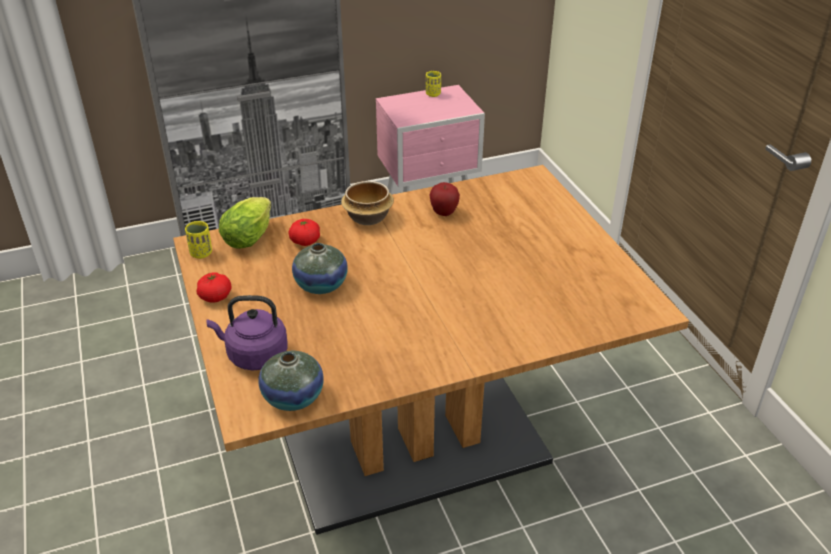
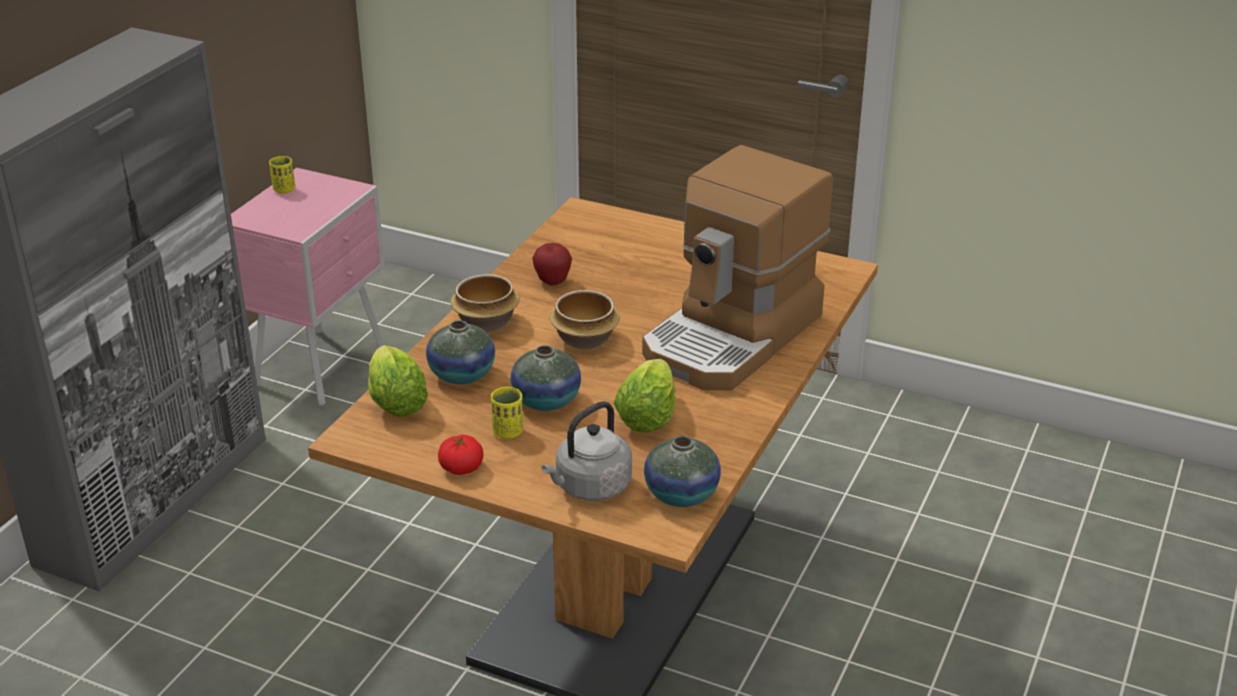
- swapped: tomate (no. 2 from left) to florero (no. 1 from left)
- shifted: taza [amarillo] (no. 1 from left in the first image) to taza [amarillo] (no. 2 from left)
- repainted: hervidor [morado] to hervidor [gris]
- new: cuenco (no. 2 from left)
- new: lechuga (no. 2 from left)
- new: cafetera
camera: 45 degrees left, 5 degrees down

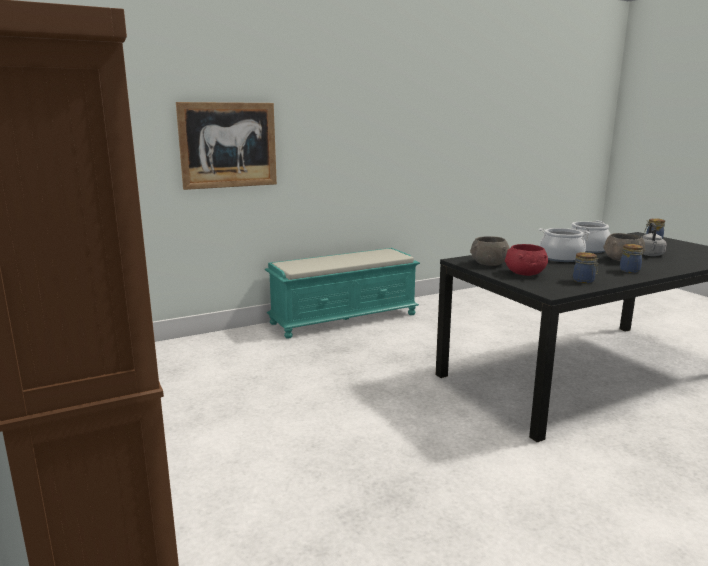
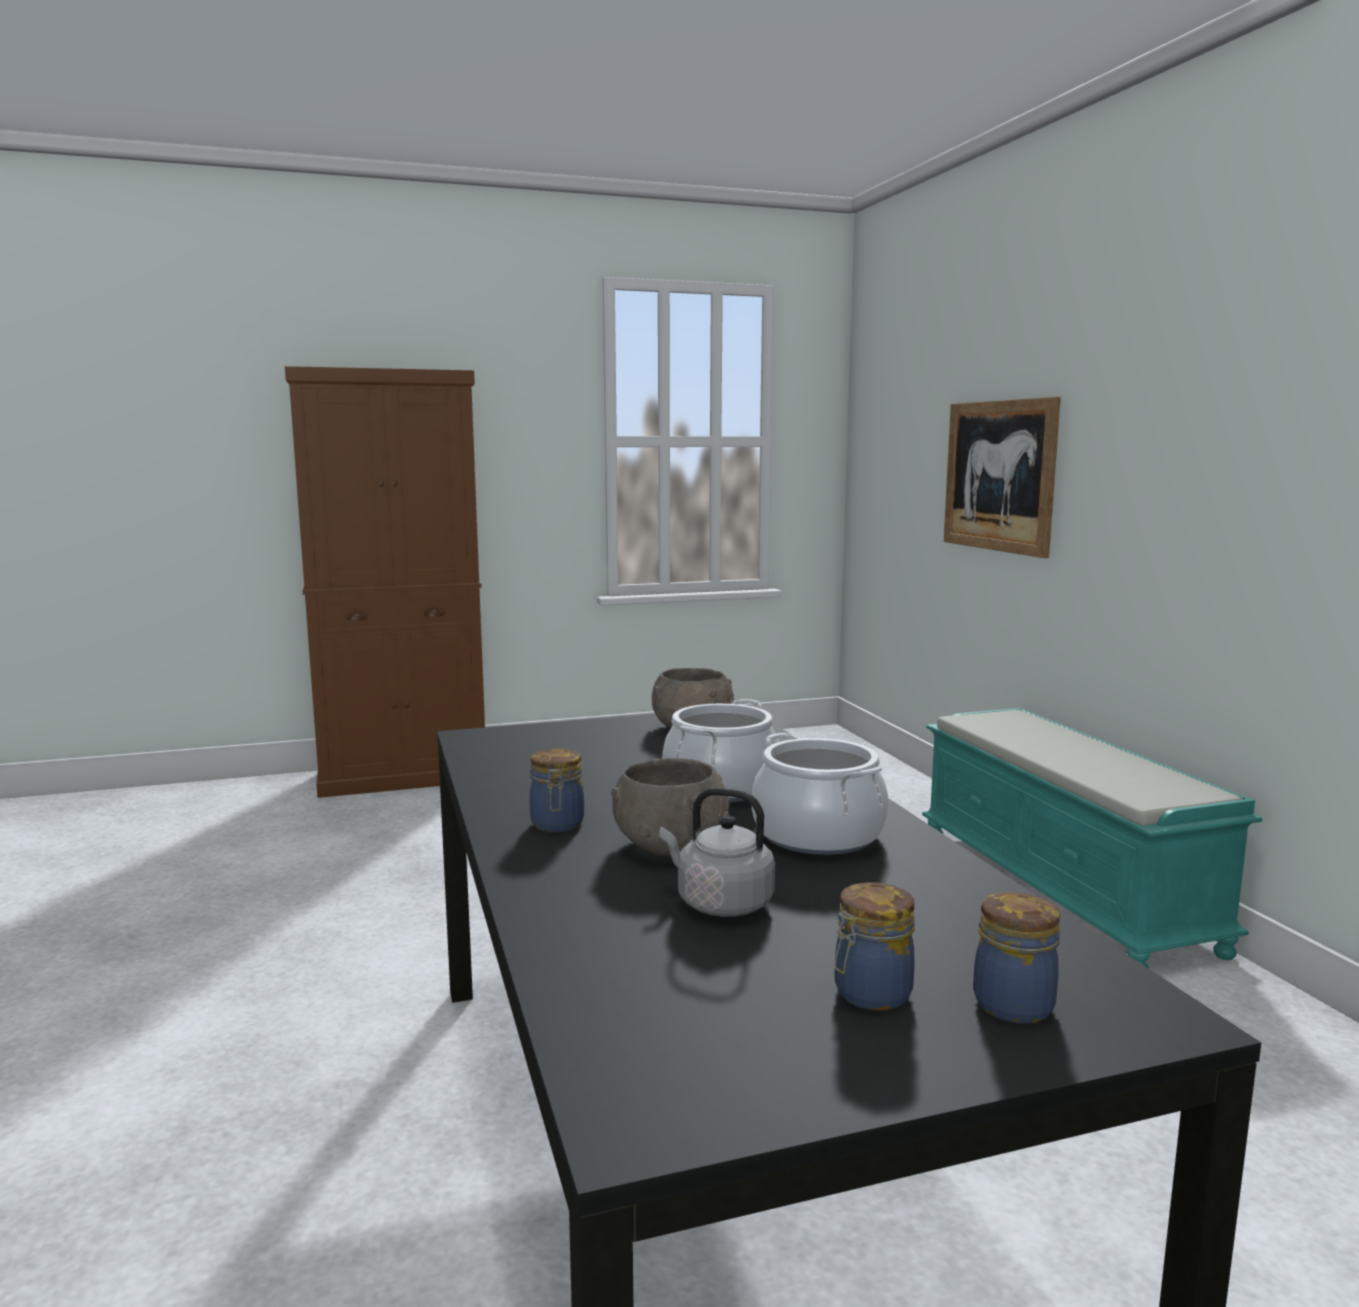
- shifted: tarro (no. 1 from left in the first image) to tarro (no. 2 from left)
- gone: cuenco [rojo]
camera: 100 degrees right, 5 degrees down

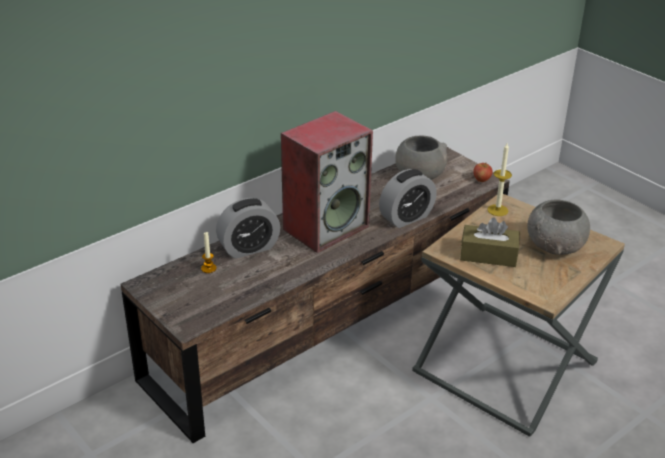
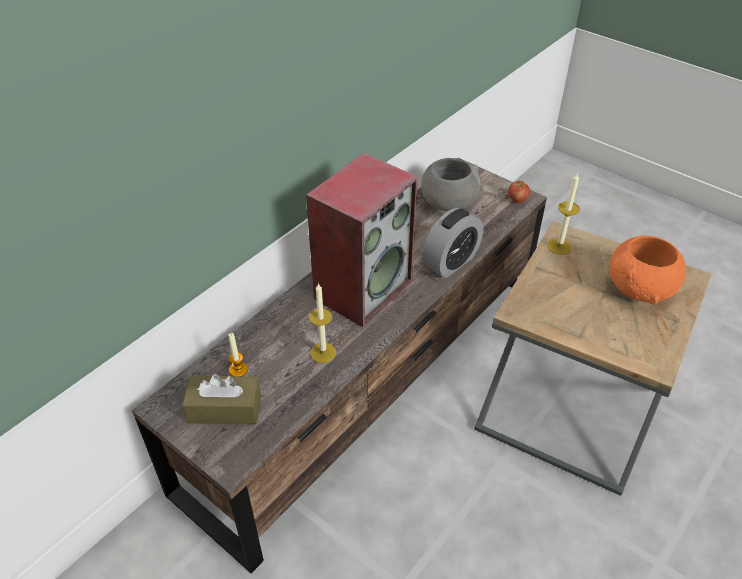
- shifted: caja de pañuelos [marrón]
- new: vela (no. 2 from left)
- repainted: cuenco [gris] (no. 2 from left) to cuenco [naranja]
- gone: despertador (no. 1 from left)
camera: 10 degrees left, 10 degrees up

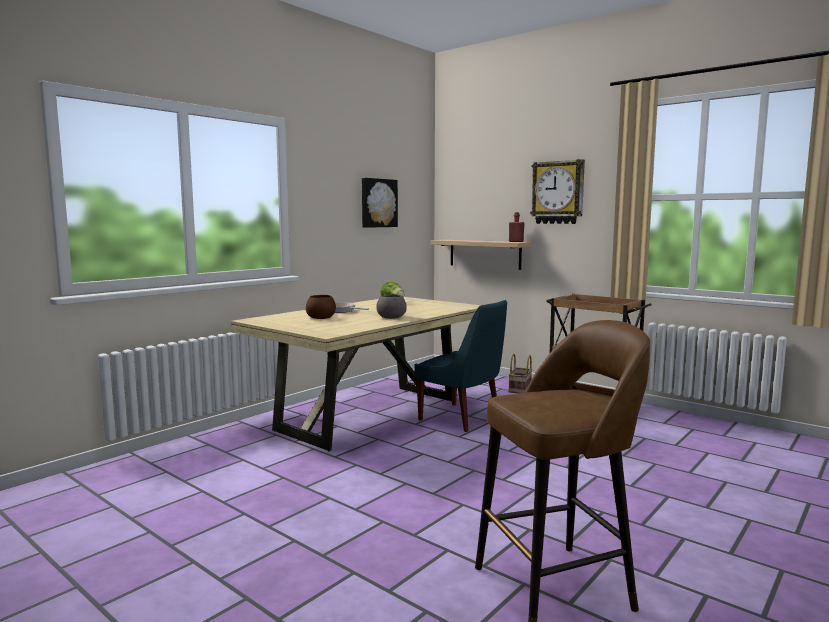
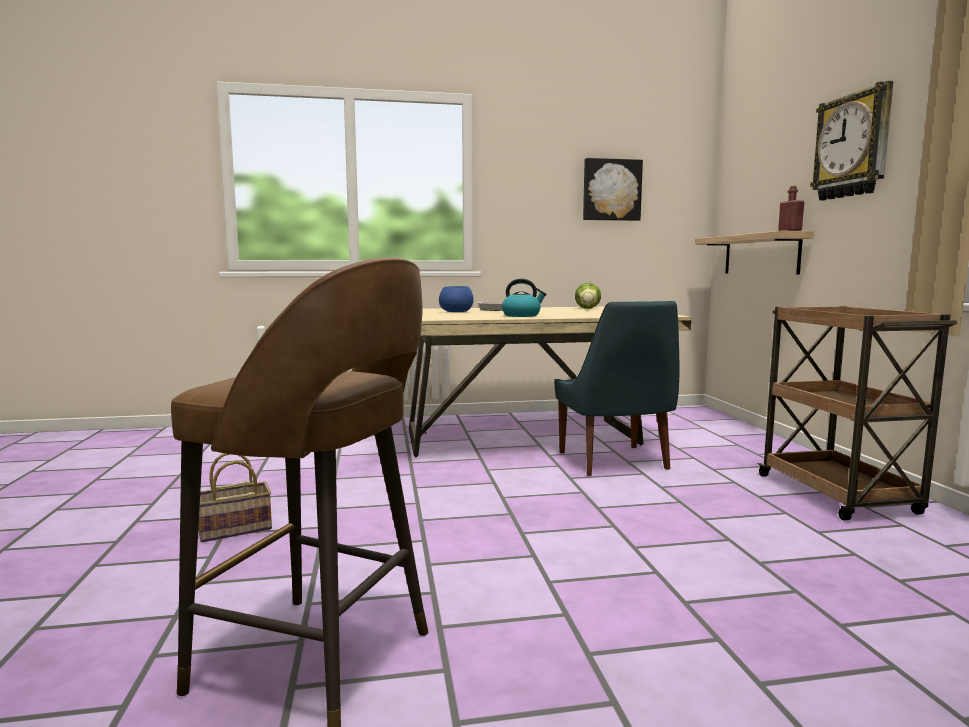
- shifted: cesta
- repainted: cuenco [marrón] to cuenco [azul]
- swapped: cuenco [gris] to hervidor
camera: 40 degrees right, 0 degrees up

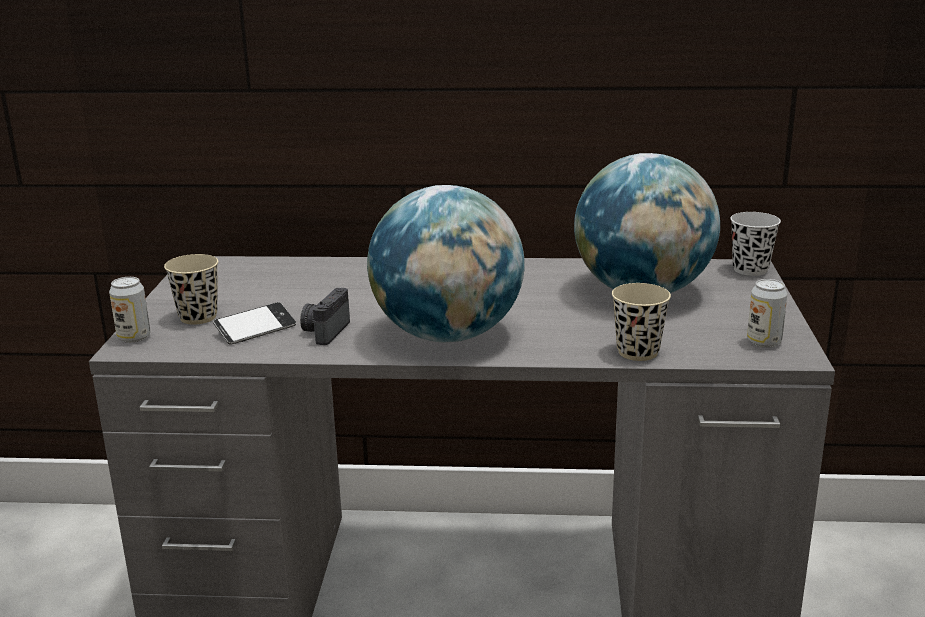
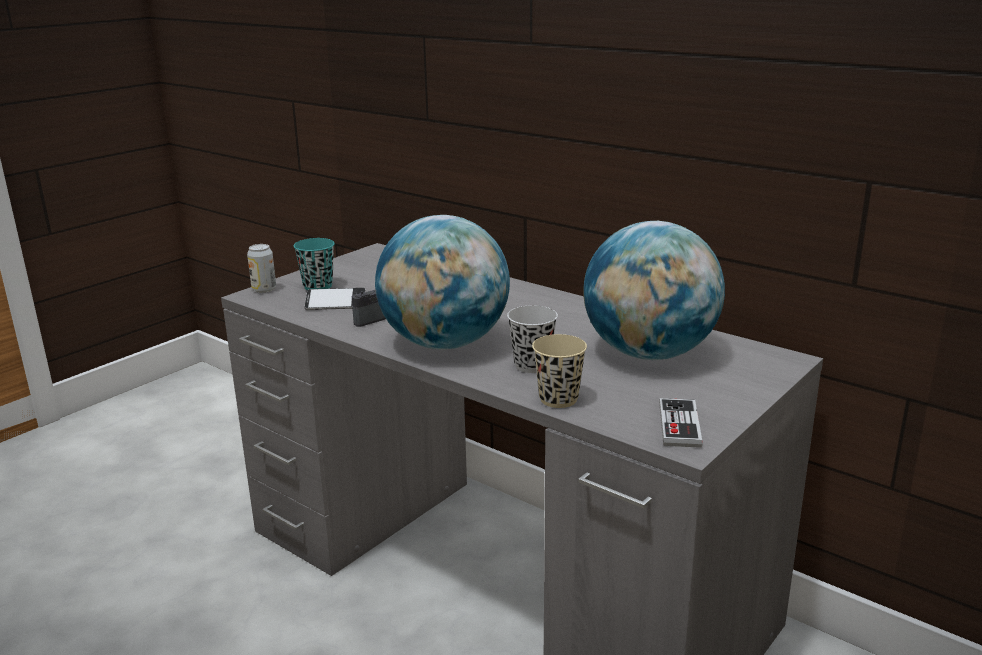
- repainted: taza [beis] (no. 1 from left) to taza [turquesa]
- shifted: taza [negro]
- swapped: lata (no. 2 from left) to mando de consola
camera: 35 degrees right, 0 degrees up

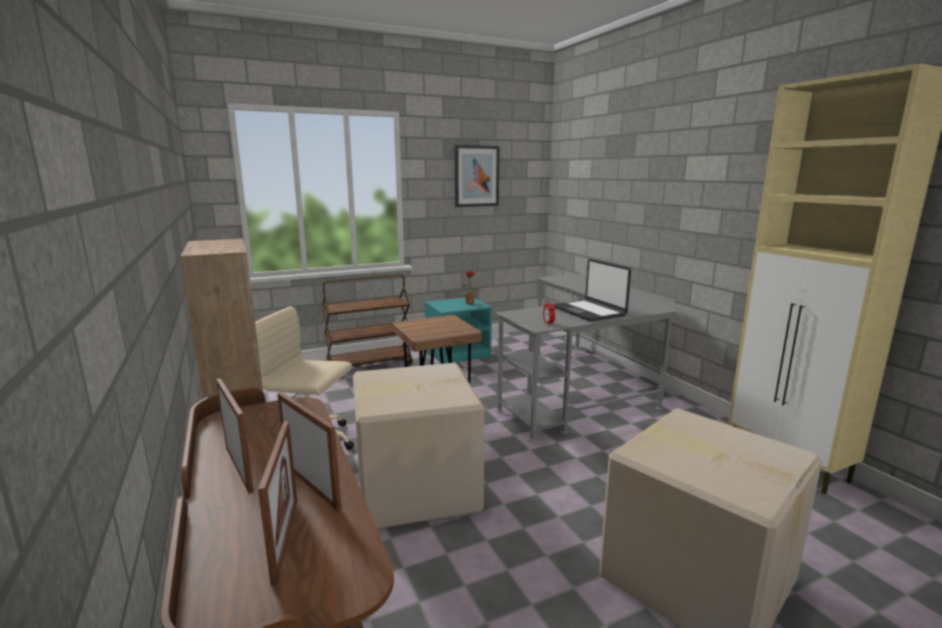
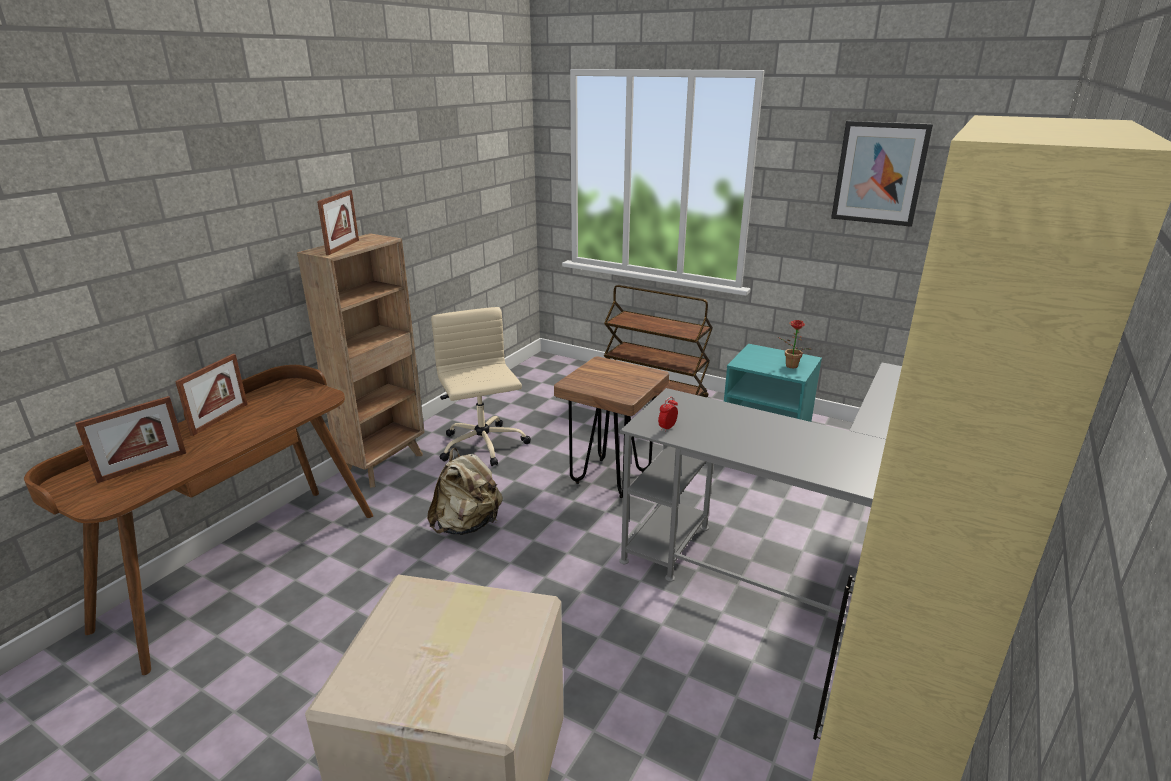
- shifted: portarretratos (no. 3 from left)
- swapped: caja de cartón (no. 1 from left) to mochila [beis]
- gone: portátil
camera: 55 degrees right, 10 degrees up

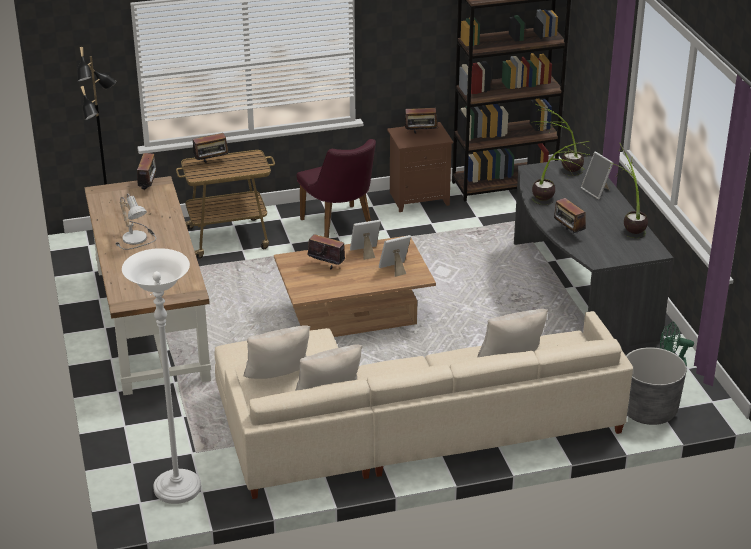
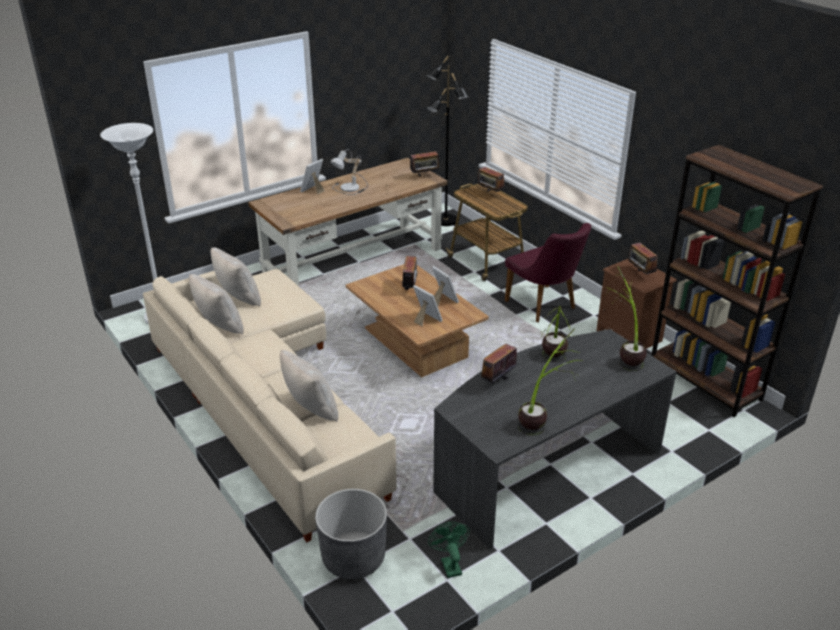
- shifted: portarretratos (no. 3 from left in the first image) to portarretratos (no. 1 from left)
- rotated: silla [morado] 75 degrees counterclockwise
camera: 70 degrees right, 0 degrees up

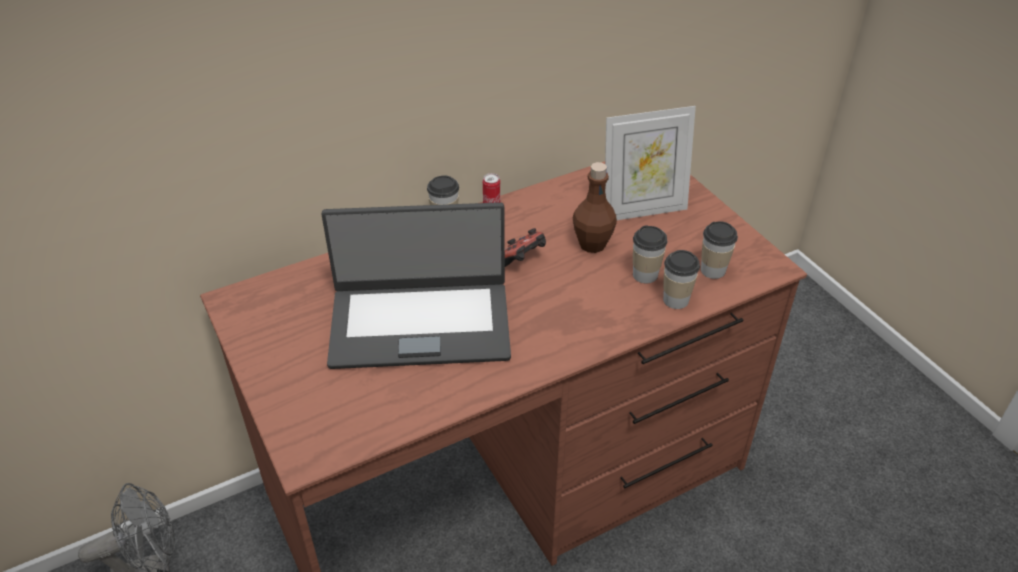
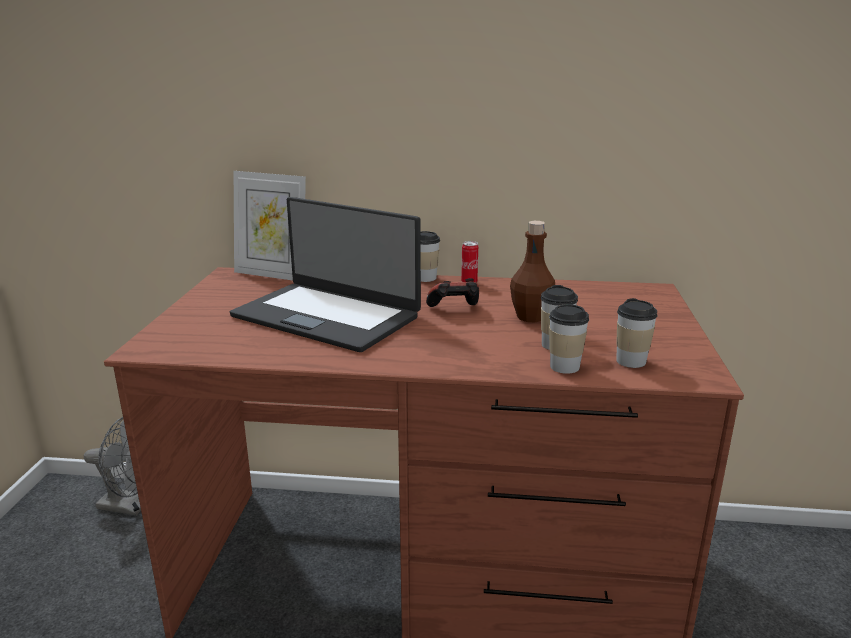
- shifted: portarretratos
camera: 35 degrees right, 20 degrees down

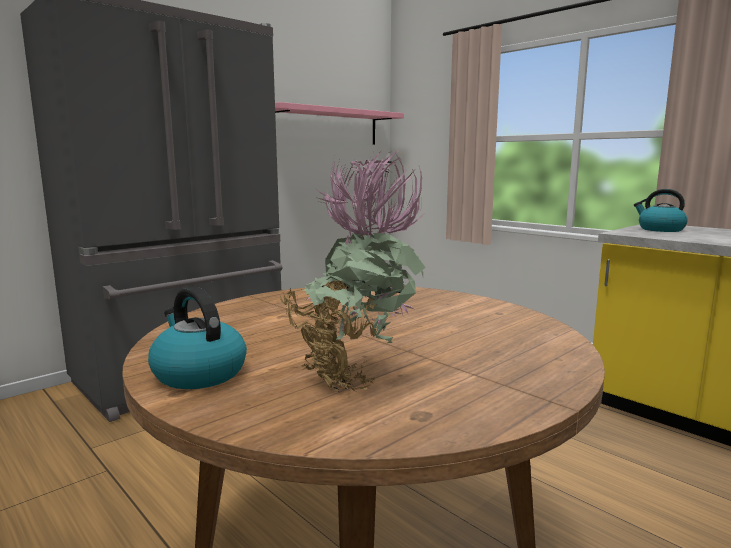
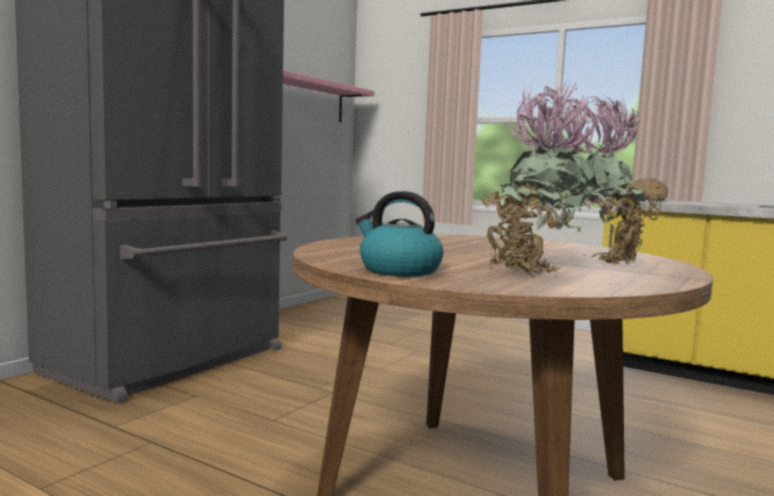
- new: planta en maceta (no. 2 from left)
- swapped: hervidor (no. 2 from left) to pan
camera: 15 degrees left, 5 degrees down

